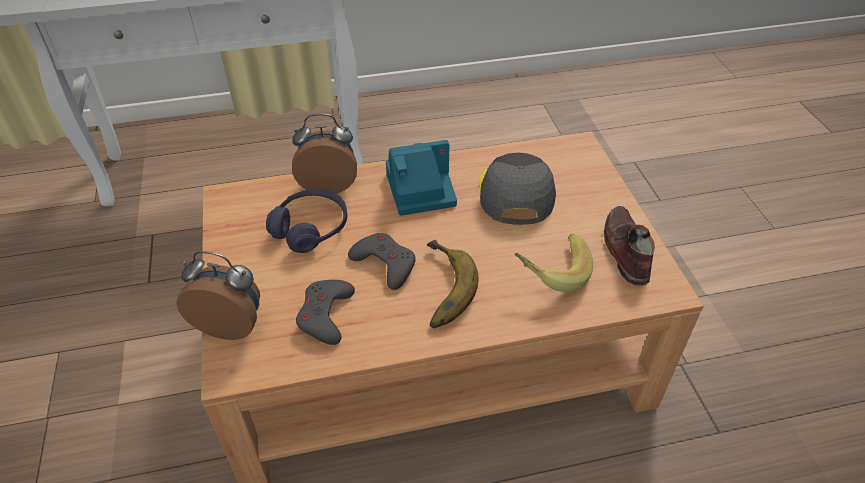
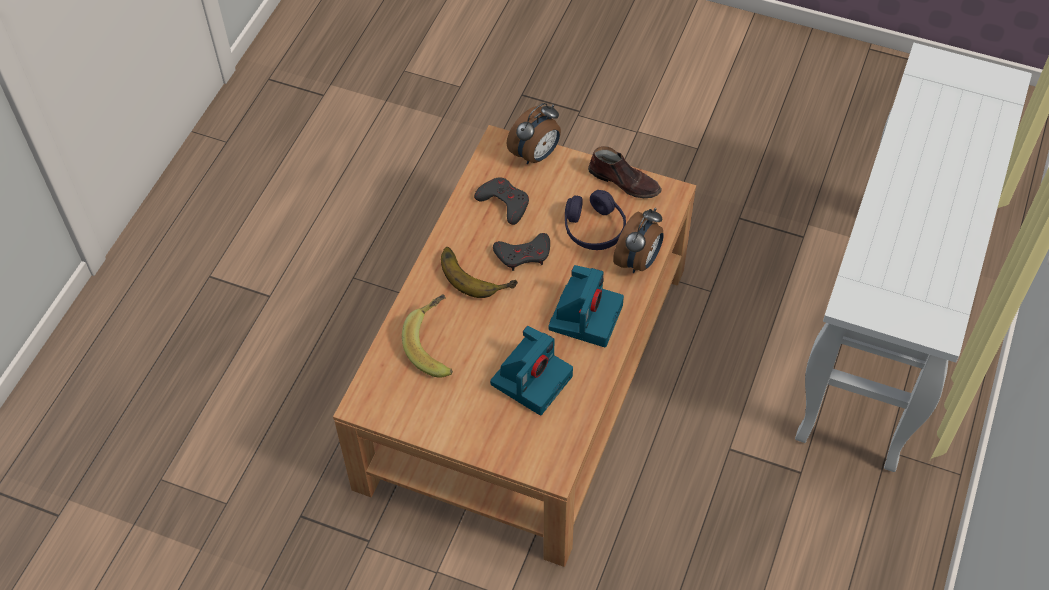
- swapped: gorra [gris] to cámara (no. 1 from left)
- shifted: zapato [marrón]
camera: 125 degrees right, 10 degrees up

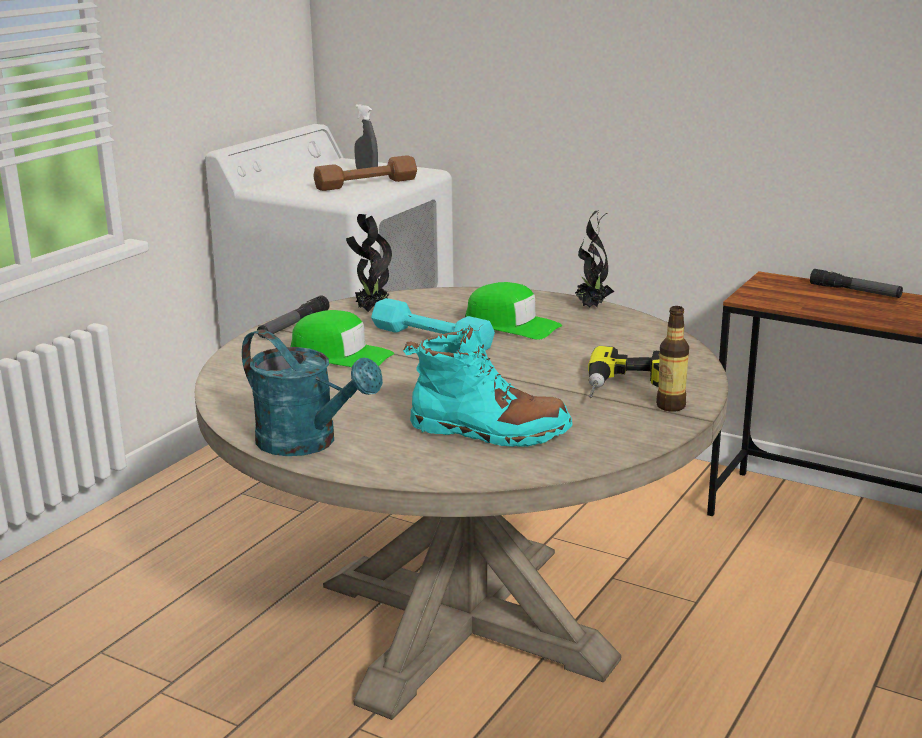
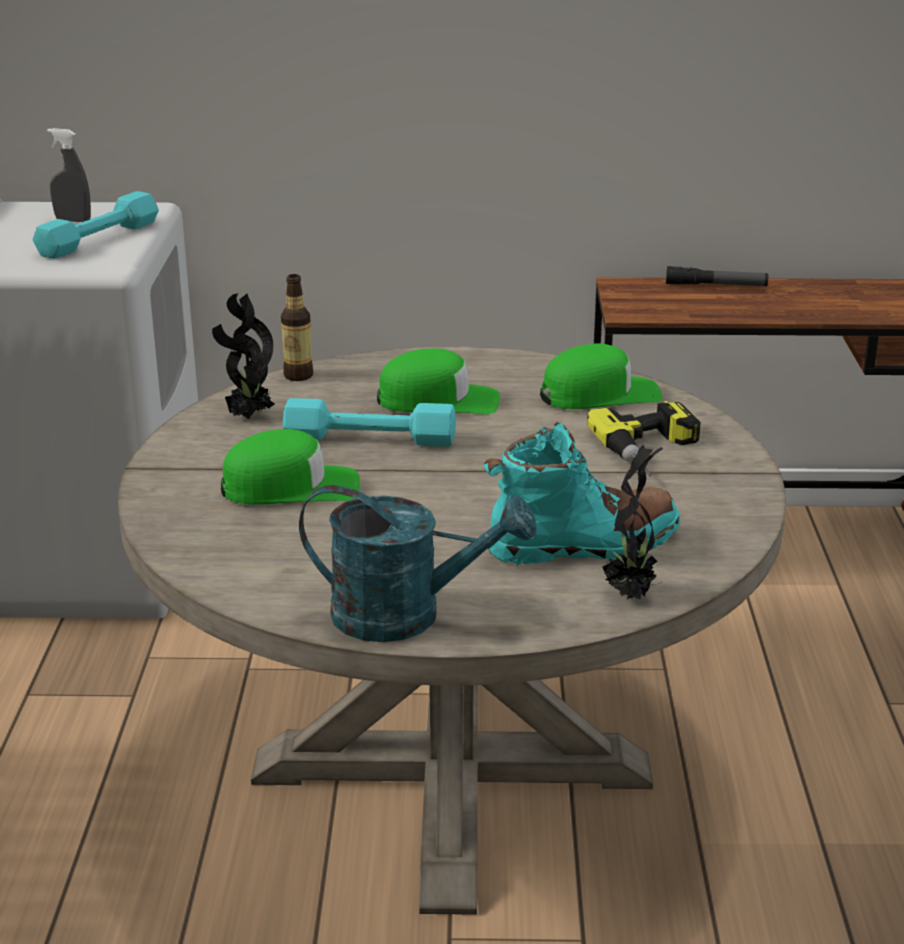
- repainted: mancuerna [marrón] to mancuerna [turquesa] (no. 1 from left)
- shifted: botella
- new: gorra [verde] (no. 3 from left)
- shifted: planta en maceta (no. 2 from left)
- gone: linterna (no. 1 from left)
camera: 30 degrees left, 5 degrees up

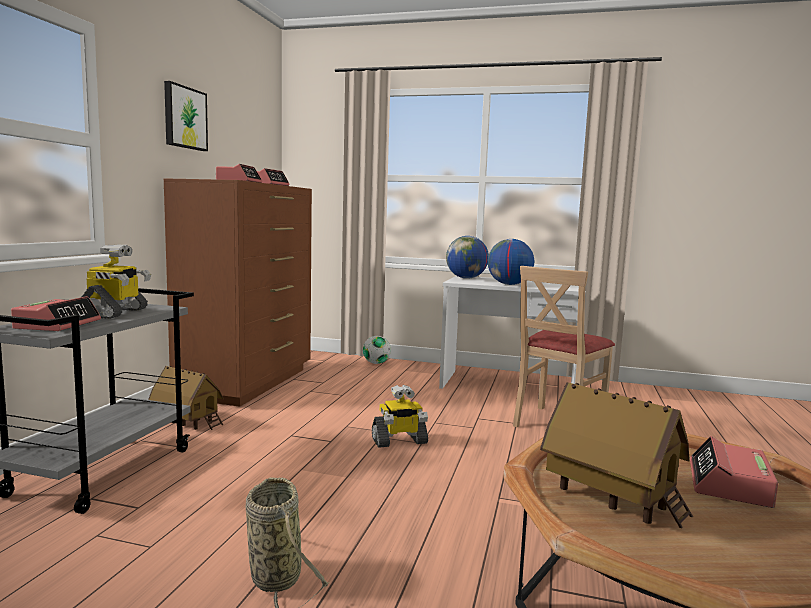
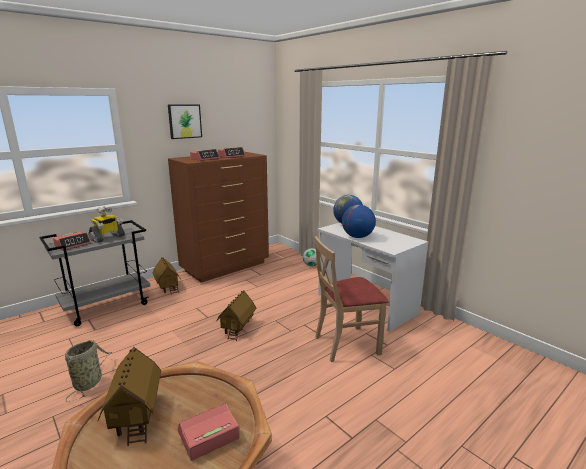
- swapped: robot de juguete (no. 2 from left) to casita (no. 3 from left)
camera: 35 degrees right, 10 degrees up

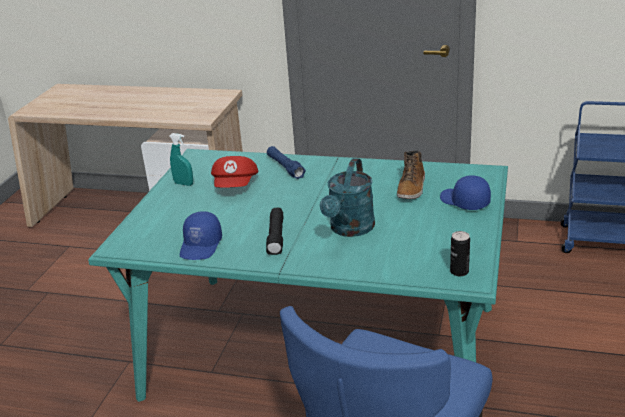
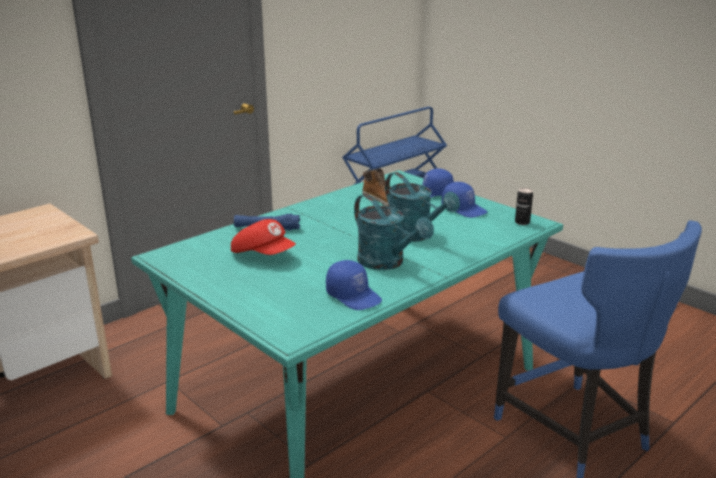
- swapped: linterna [negro] to regadera [turquesa] (no. 1 from left)
- new: gorra [azul] (no. 3 from left)
- gone: pulverizador [turquesa]
camera: 60 degrees left, 5 degrees down

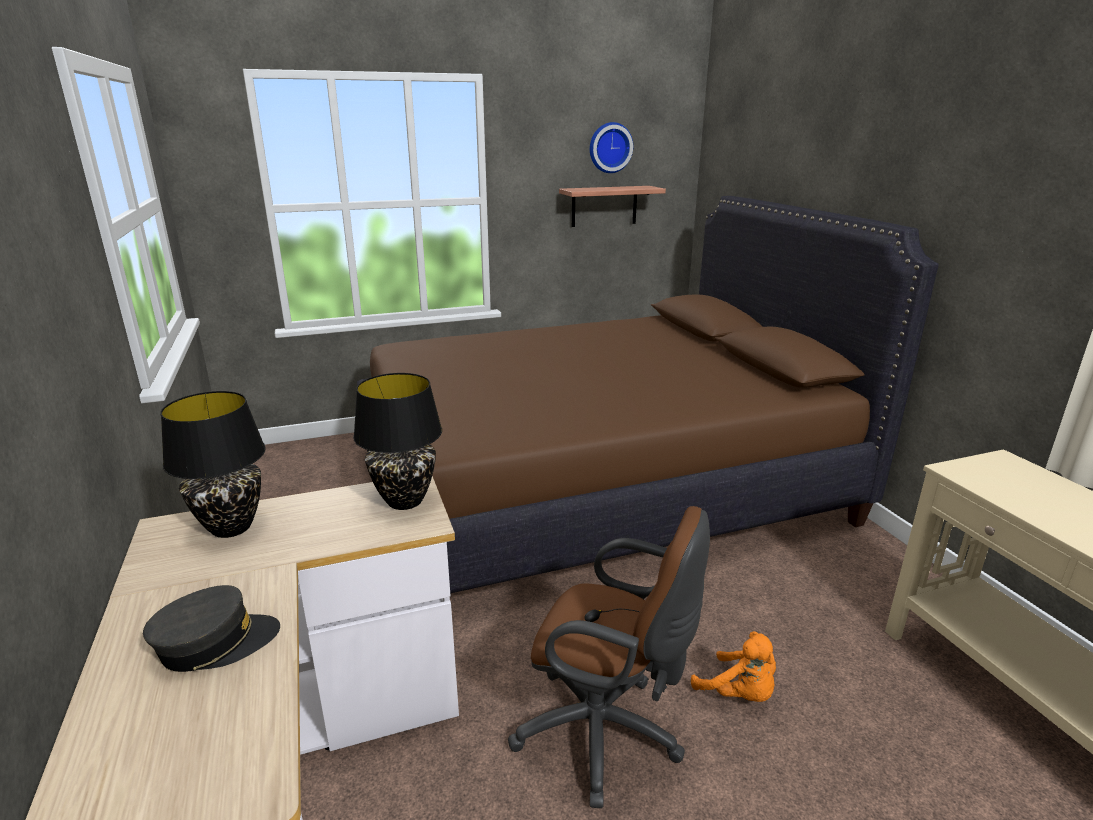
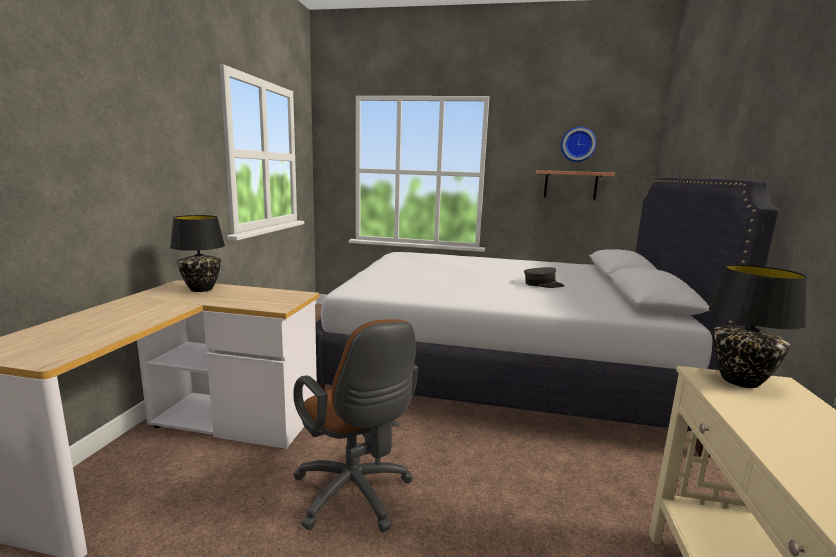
- repainted: cama [marrón] to cama [blanco]
- shifted: gorra [gris]
- shifted: lámpara de mesa [negro] (no. 2 from left)
- gone: peluche [naranja]
camera: 30 degrees right, 10 degrees down

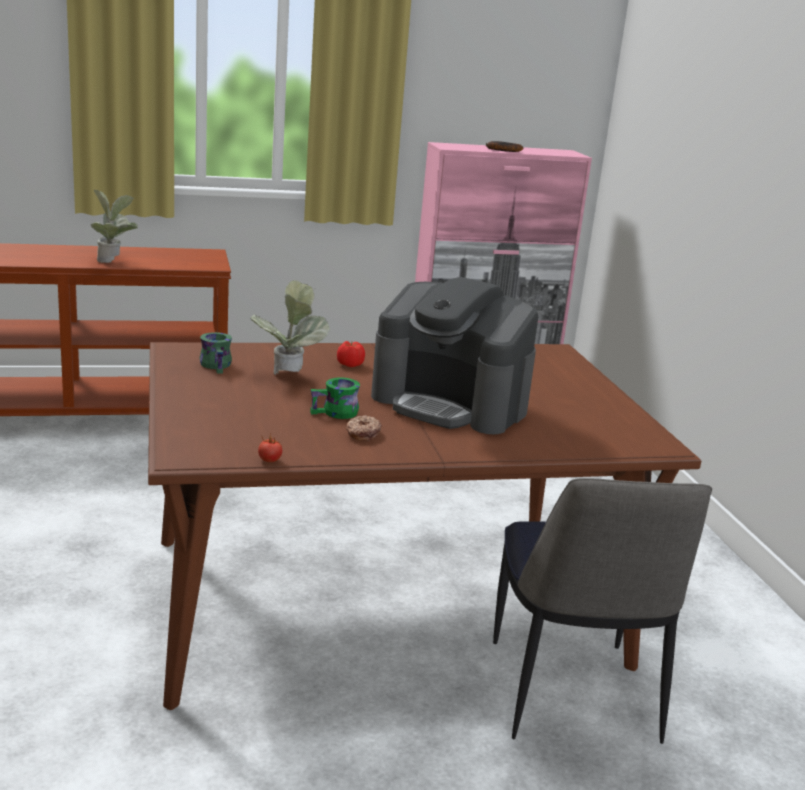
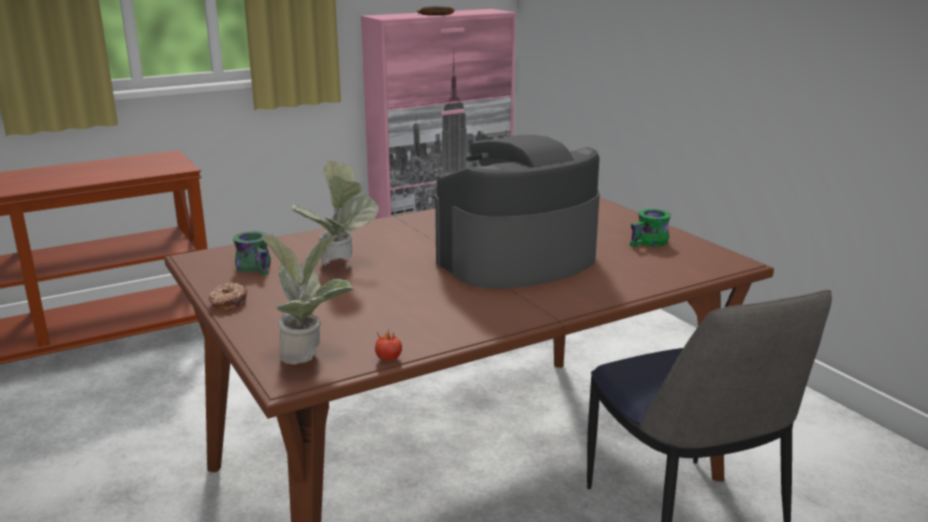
- shifted: rosquilla
- shifted: planta en maceta (no. 1 from left)
- rotated: cafetera 135 degrees clockwise
- shifted: taza grande [verde] (no. 2 from left)
- gone: tomate (no. 2 from left)
camera: 15 degrees left, 0 degrees up

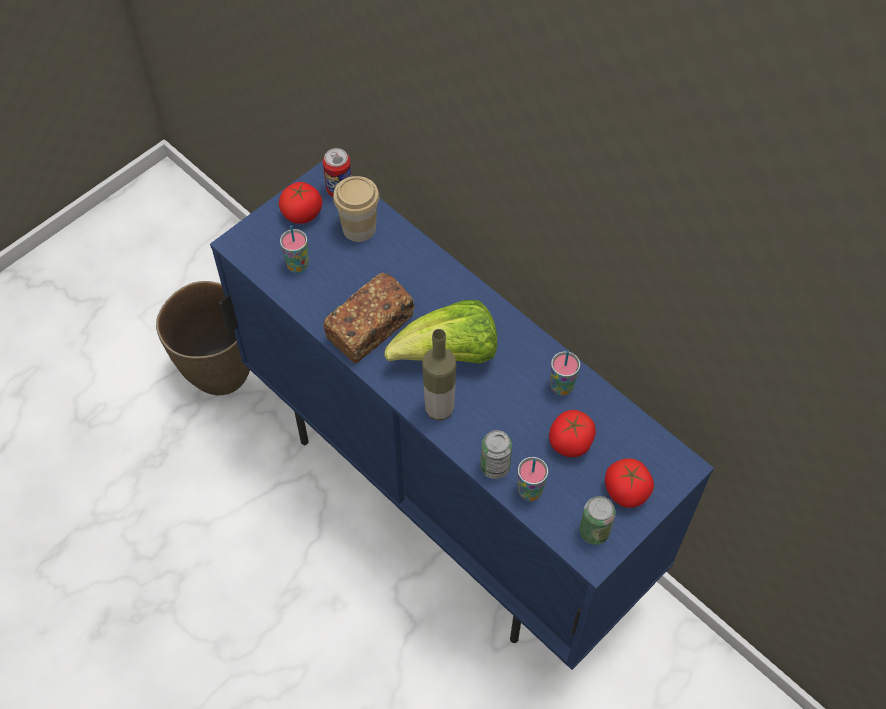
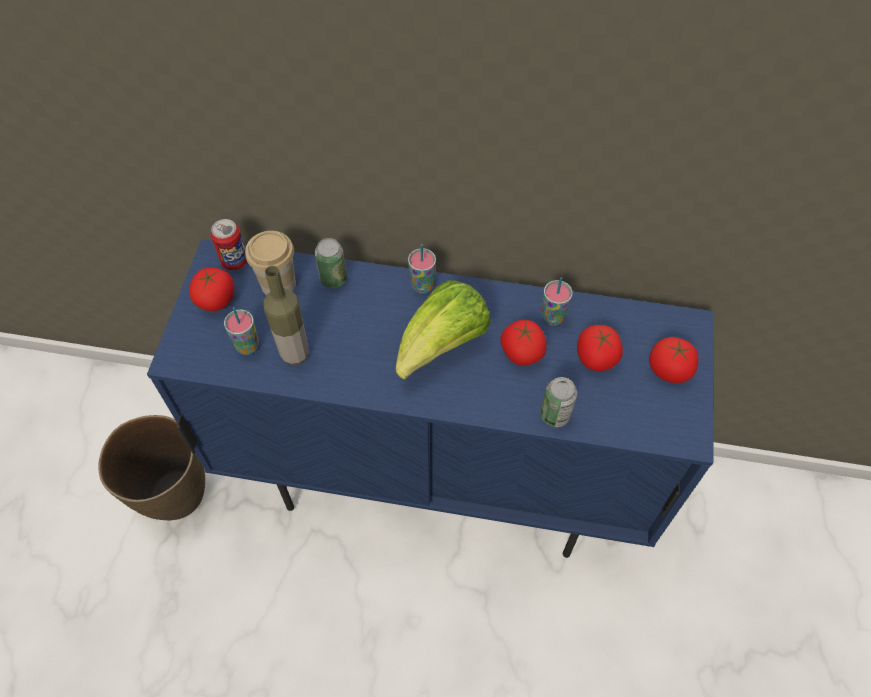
- shifted: botella
- shifted: lata (no. 3 from left in the first image) to lata (no. 2 from left)
- shifted: taza (no. 3 from left)
- new: tomate (no. 2 from left)
- gone: pan
camera: 35 degrees left, 0 degrees up

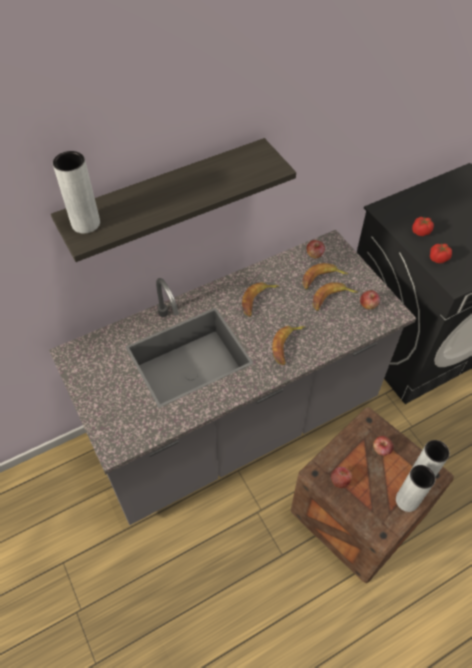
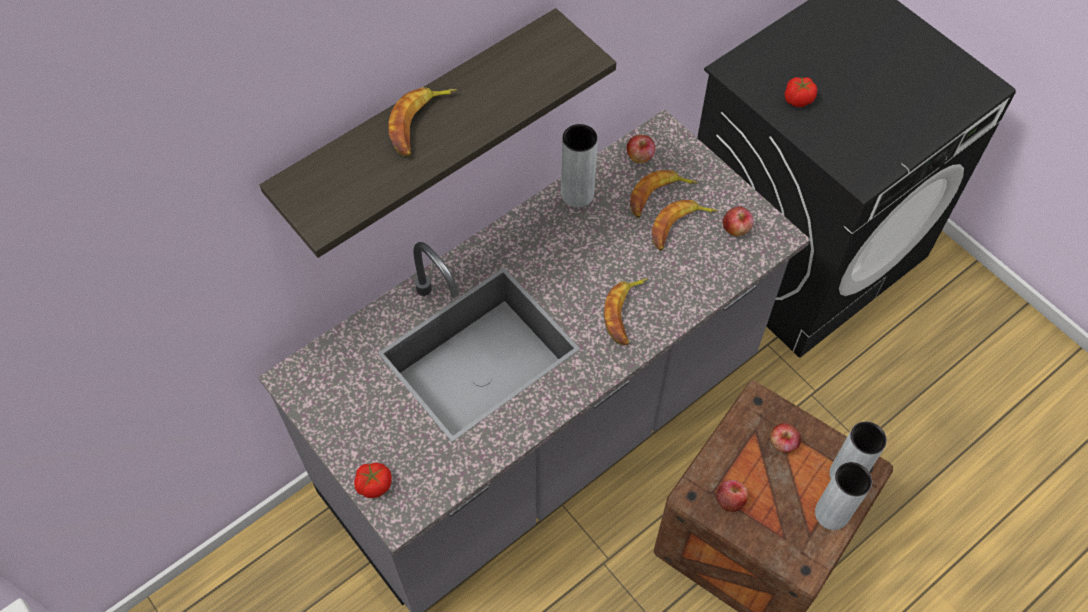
- shifted: tomate (no. 2 from left in the first image) to tomate (no. 1 from left)
- shifted: plátano (no. 1 from left)
- shifted: florero [gris] (no. 1 from left)
camera: 10 degrees left, 5 degrees up

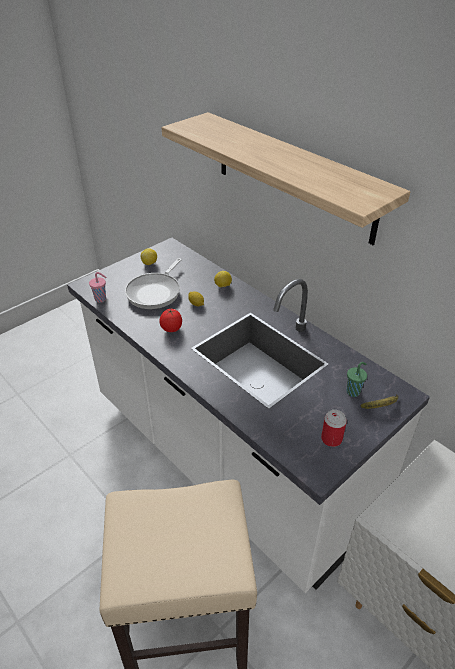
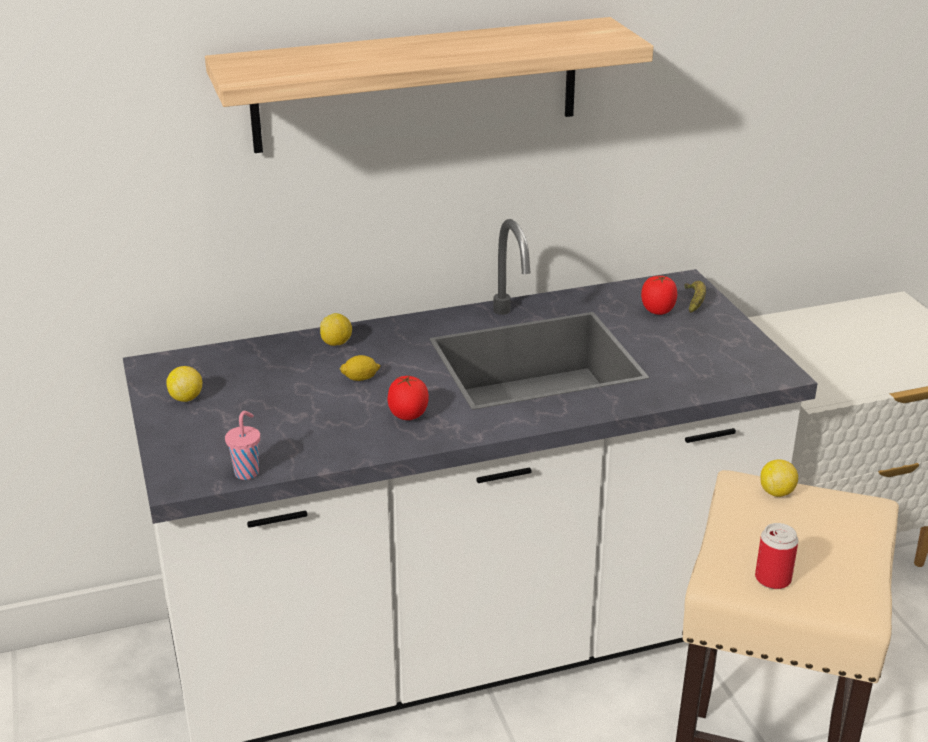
- swapped: taza [verde] to tomate (no. 2 from left)
- shifted: lata
- new: limón (no. 4 from left)
- gone: sartén
camera: 65 degrees left, 10 degrees down

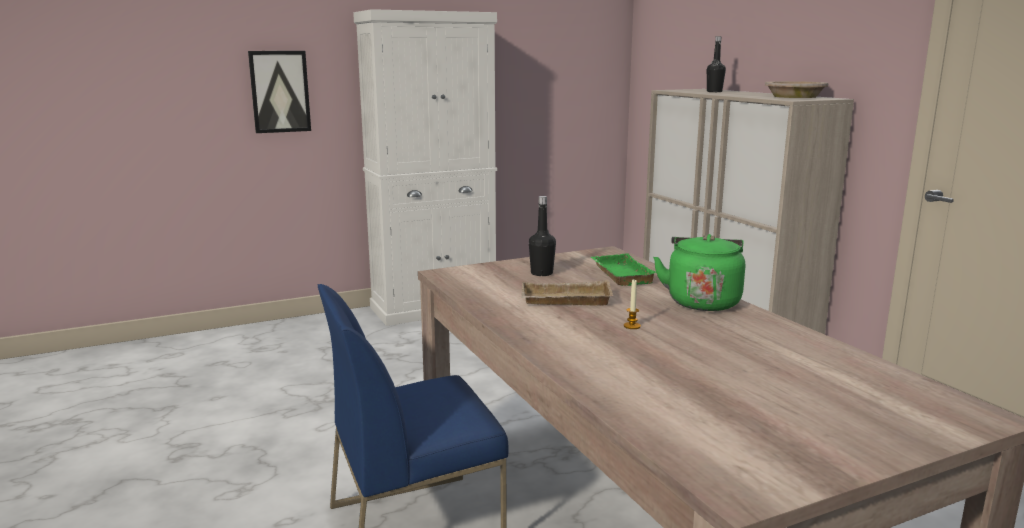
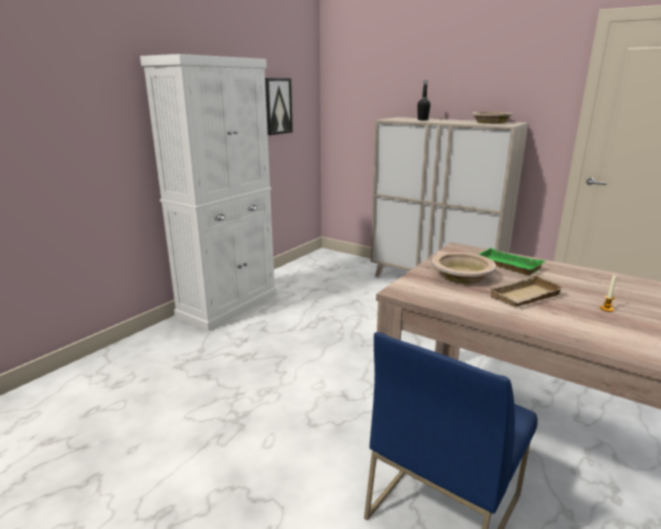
- shifted: cuadro
- swapped: botella [negro] (no. 1 from left) to cuenco [beis] (no. 1 from left)
- gone: hervidor [verde]
camera: 30 degrees left, 5 degrees up

